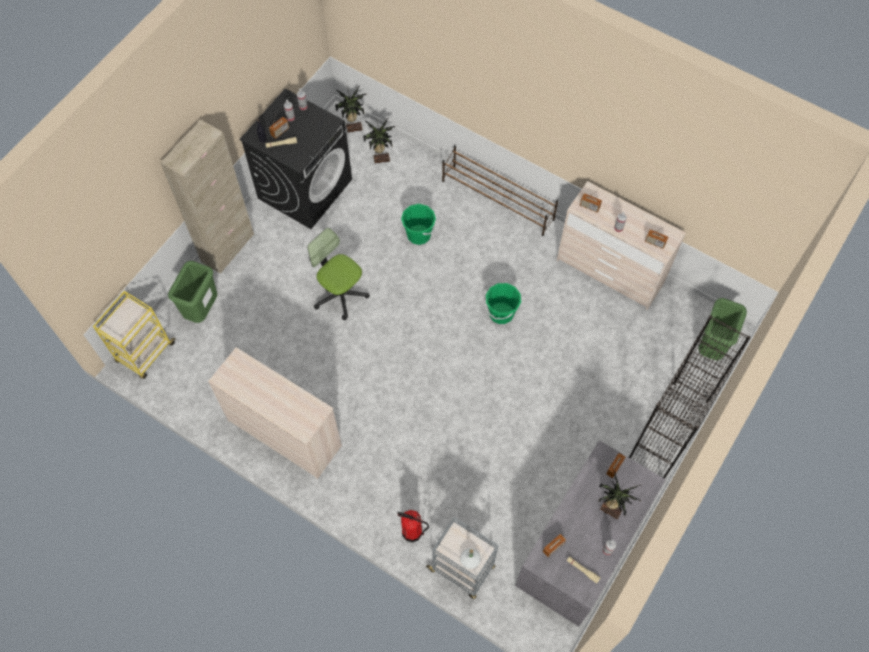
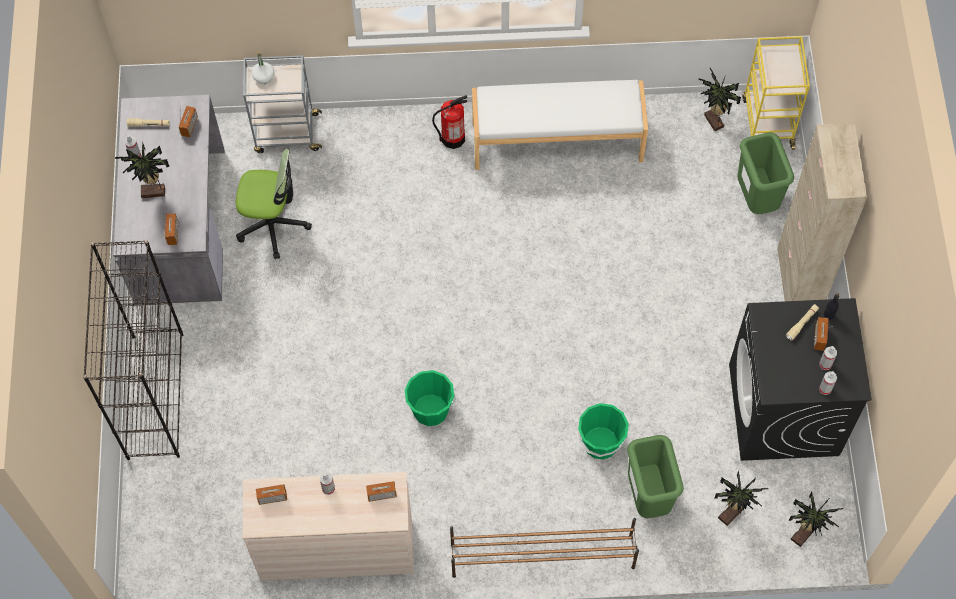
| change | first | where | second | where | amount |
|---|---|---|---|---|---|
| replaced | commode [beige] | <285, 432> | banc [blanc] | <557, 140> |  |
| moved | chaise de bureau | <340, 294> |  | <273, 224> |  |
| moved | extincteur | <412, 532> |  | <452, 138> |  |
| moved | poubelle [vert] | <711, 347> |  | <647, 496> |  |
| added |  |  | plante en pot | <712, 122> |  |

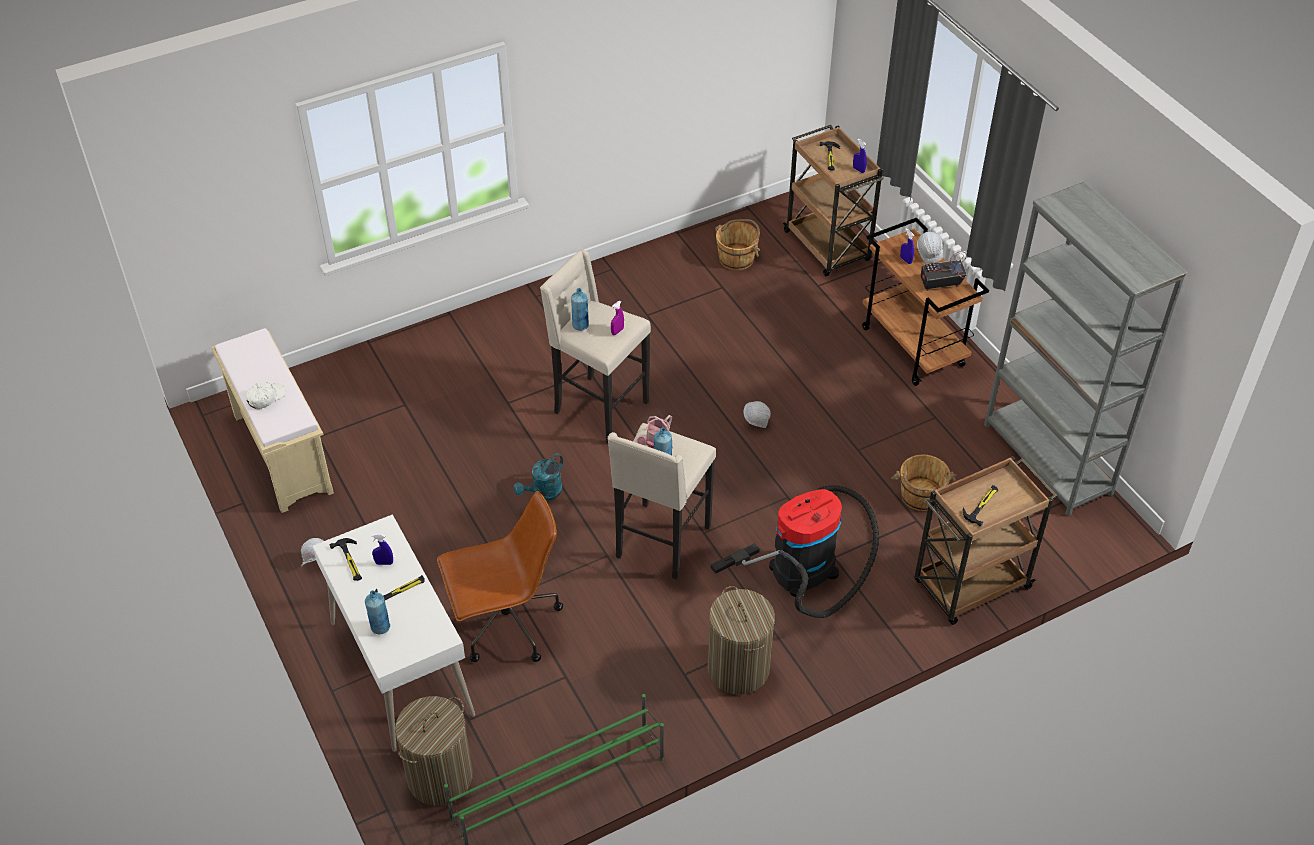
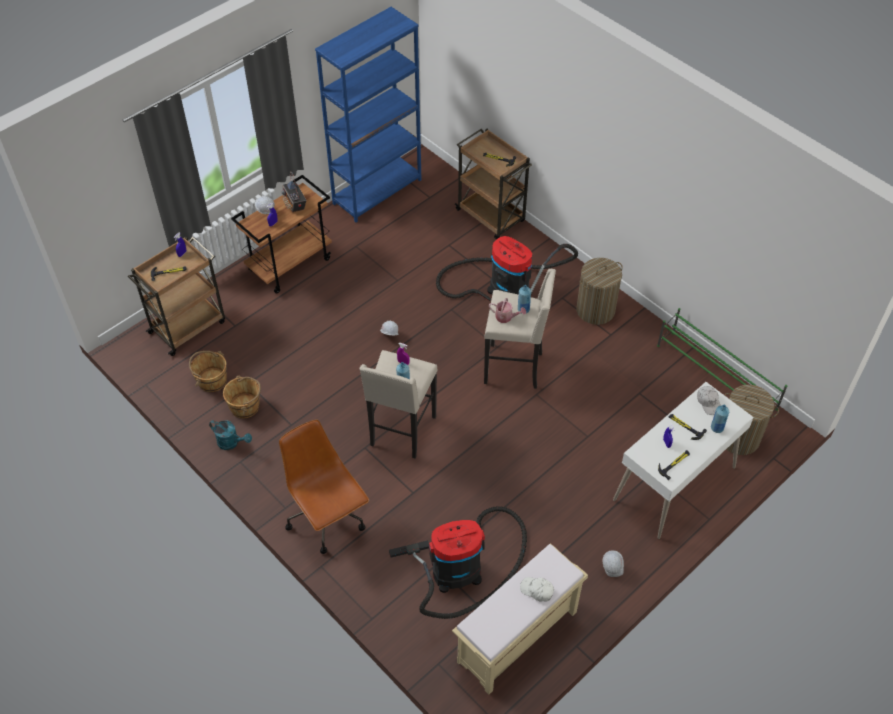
| change | first | where | second | where | amount |
|---|---|---|---|---|---|
| moved | chaise de bureau [marron] | <505, 625> |  | <328, 518> |  |
| moved | arrosoir [turquoise] | <543, 493> |  | <231, 443> |  |
| moved | seau [marron] | <921, 497> |  | <245, 406> |  |
| recoloured | bibliothèque [gris] | <1047, 459> | bibliothèque [bleu] | <377, 191> |  |
| added |  |  | aspirateur | <462, 569> |  |
| added |  |  | casquette [blanc] | <708, 402> |  |

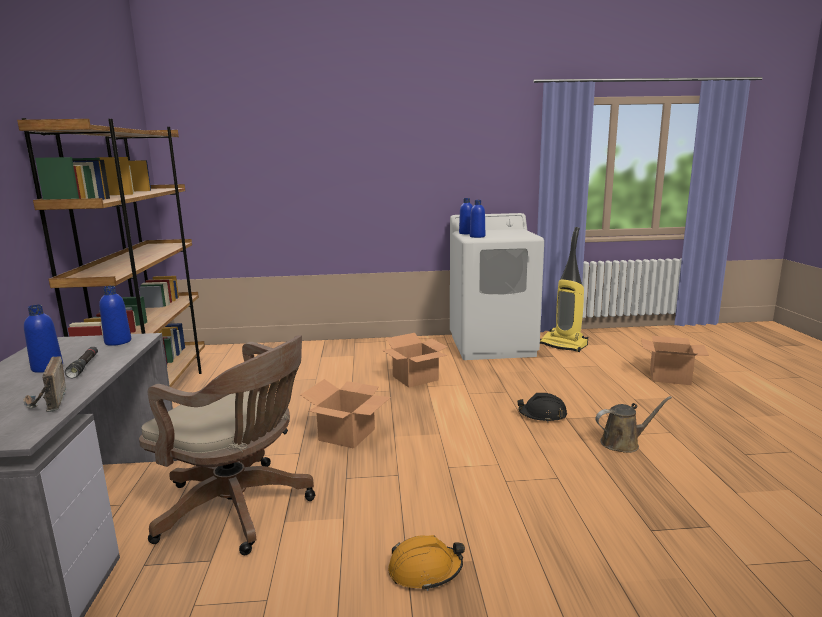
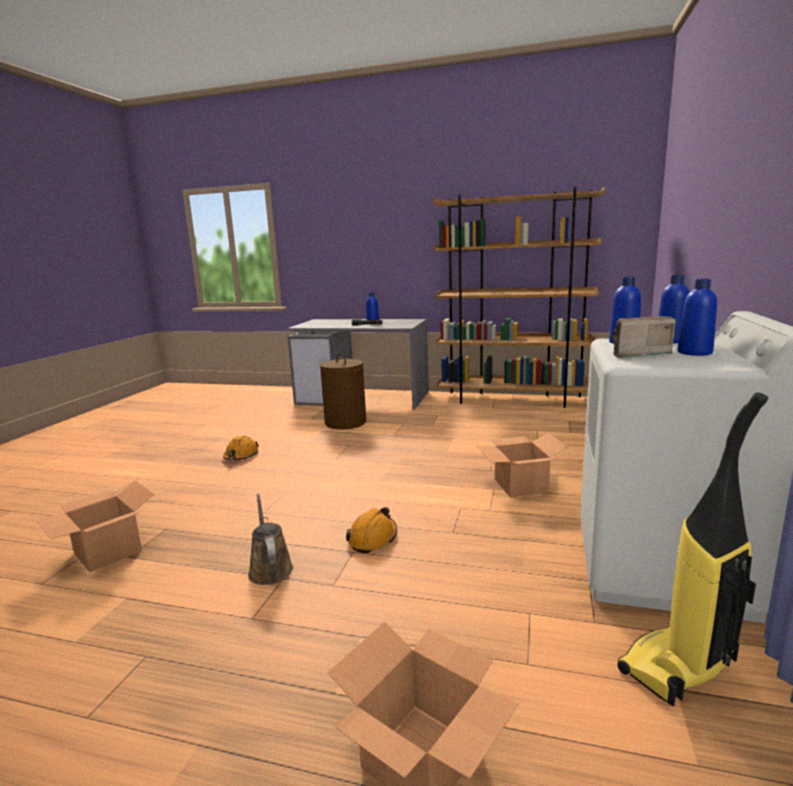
| change | first | where | second | where | amount |
|---|---|---|---|---|---|
| moved | radio | <47, 403> |  | <636, 354> |  |
| moved | bouteille [bleu] | <118, 342> |  | <694, 352> |  |
| replaced | chaise de bureau [marron] | <240, 509> | panier à linge [marron] | <345, 422> |  |
| moved | carton | <347, 434> |  | <108, 552> |  |
| recoloured | casque de chantier [noir] | <542, 415> | casque de chantier [orange] | <373, 538> |  |
| turned | arrosoir [marron] | <623, 443> |  | <270, 568> | 150 degrees clockwise |

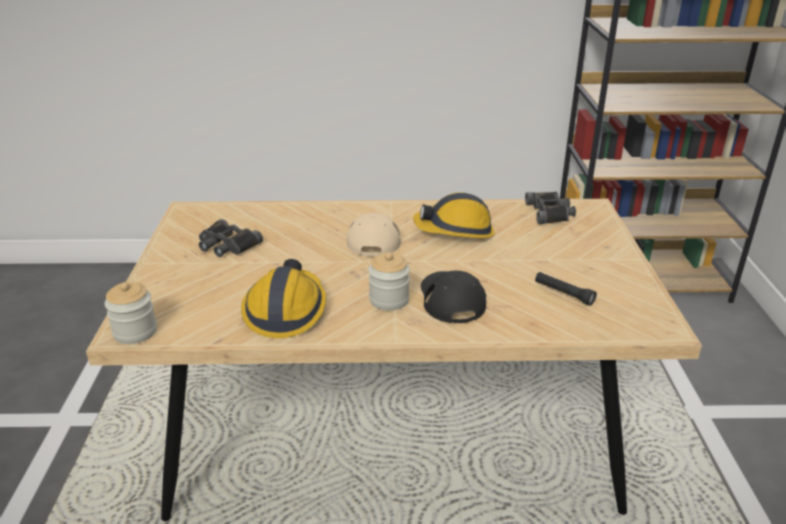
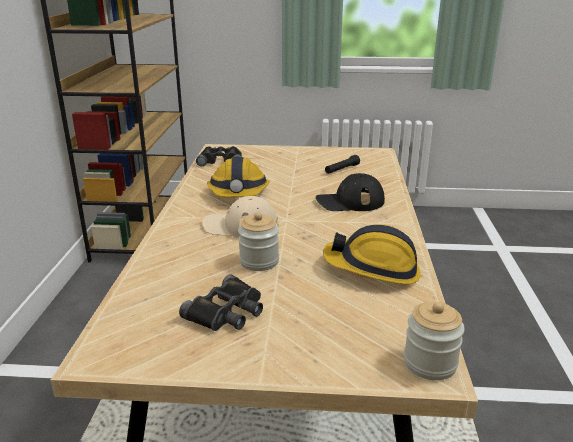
| change | first | where | second | where | amount |
|---|---|---|---|---|---|
| moved | bocal | <389, 300> |  | <259, 261> |  |

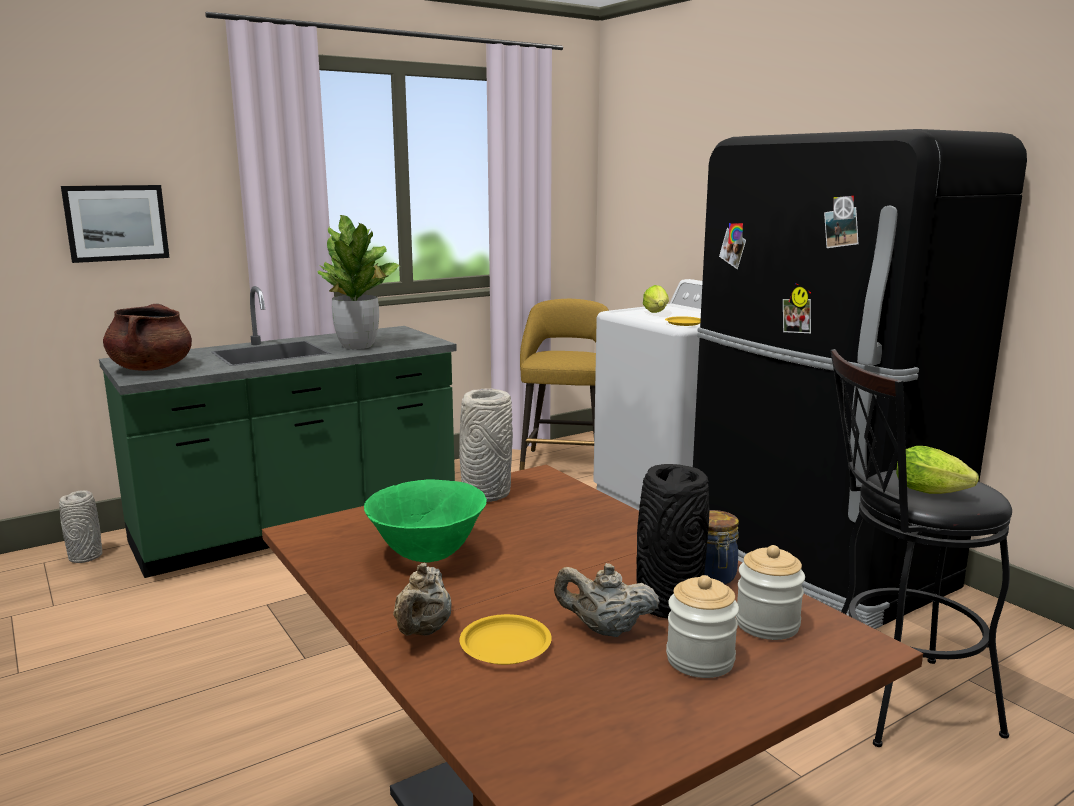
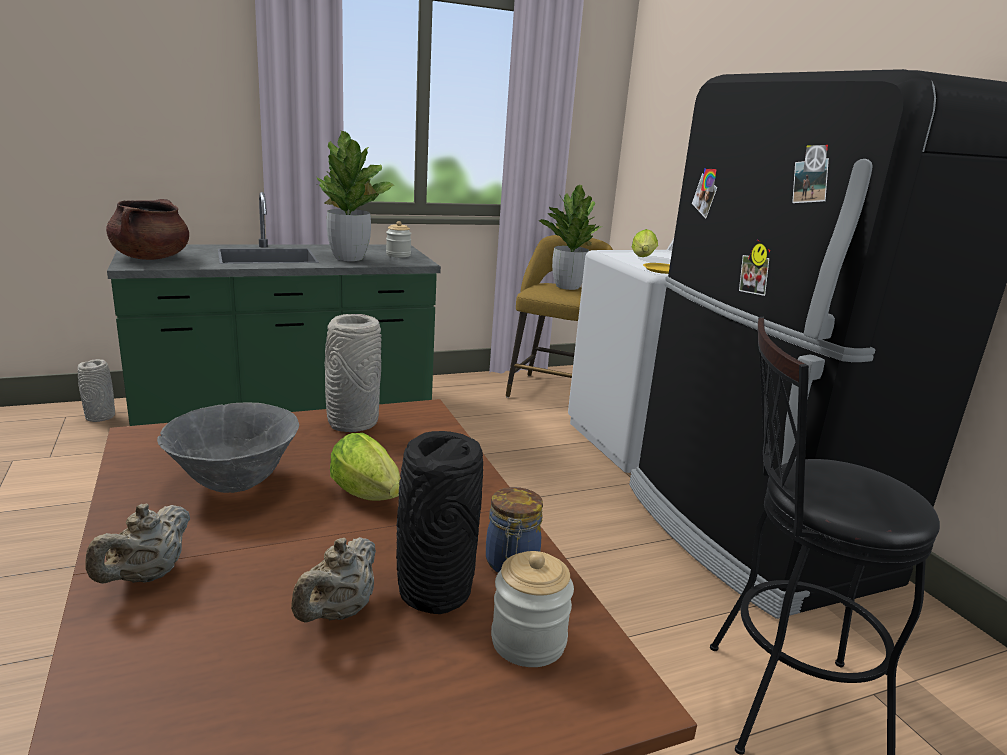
| change | first | where | second | where | amount |
|---|---|---|---|---|---|
| removed | tableau | <116, 223> |  |  |  |
| recoloured | bol [vert] | <427, 555> | bol [gris] | <234, 484> |  |
| removed | assiette [jaune] | <504, 646> |  |  |  |
| turned | théière [beige] | <605, 630> |  | <338, 612> | 90 degrees counterclockwise |
| moved | bocal | <700, 660> |  | <398, 255> |  |
| moved | laitue | <934, 493> |  | <369, 496> |  |
| added |  |  | plante en pot | <567, 286> |  |

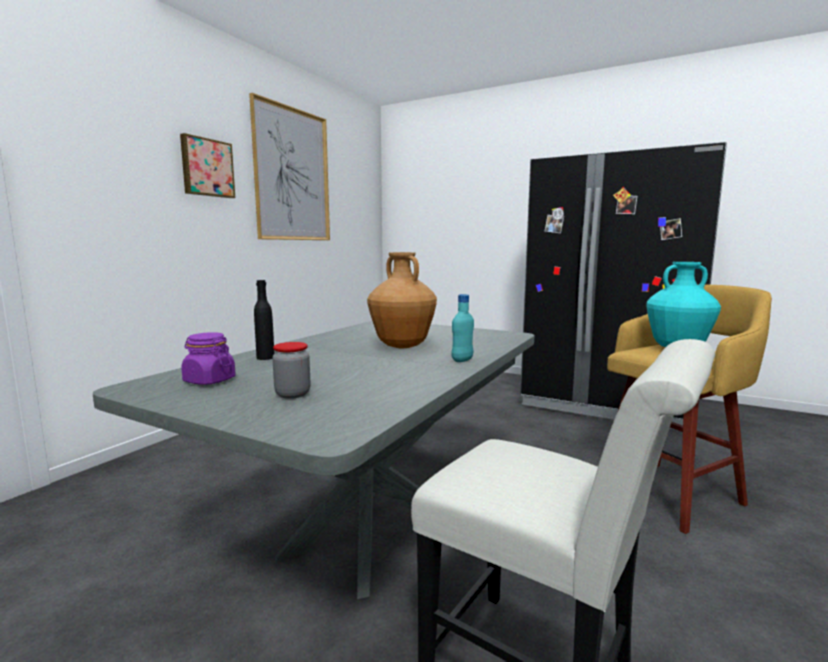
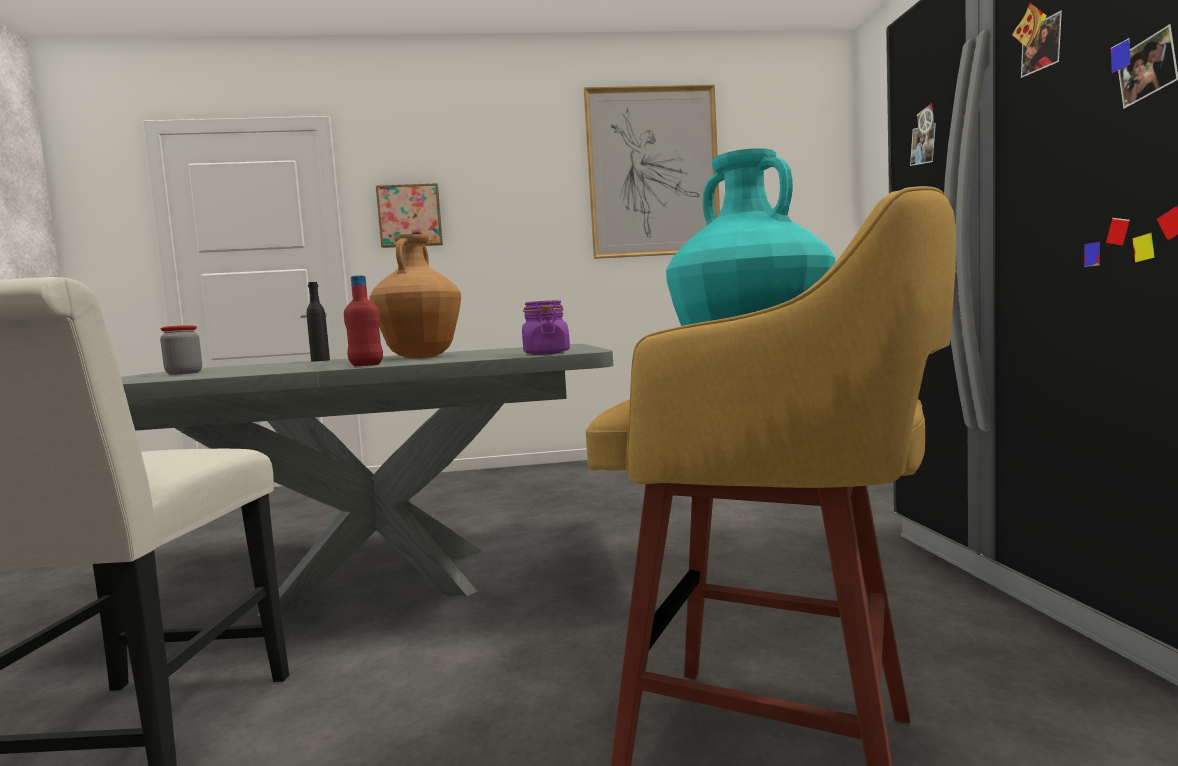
| change | first | where | second | where | amount |
|---|---|---|---|---|---|
| moved | tableau | <207, 168> |  | <410, 216> |  |
| moved | bocal [violet] | <209, 380> |  | <546, 353> |  |
| recoloured | bouteille [turquoise] | <462, 360> | bouteille [rouge] | <366, 365> |  |

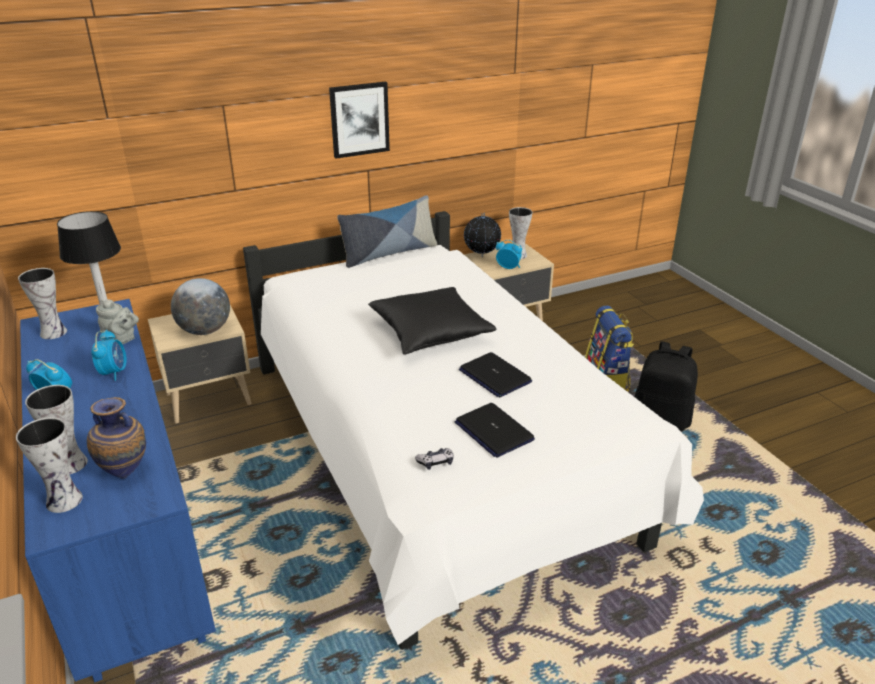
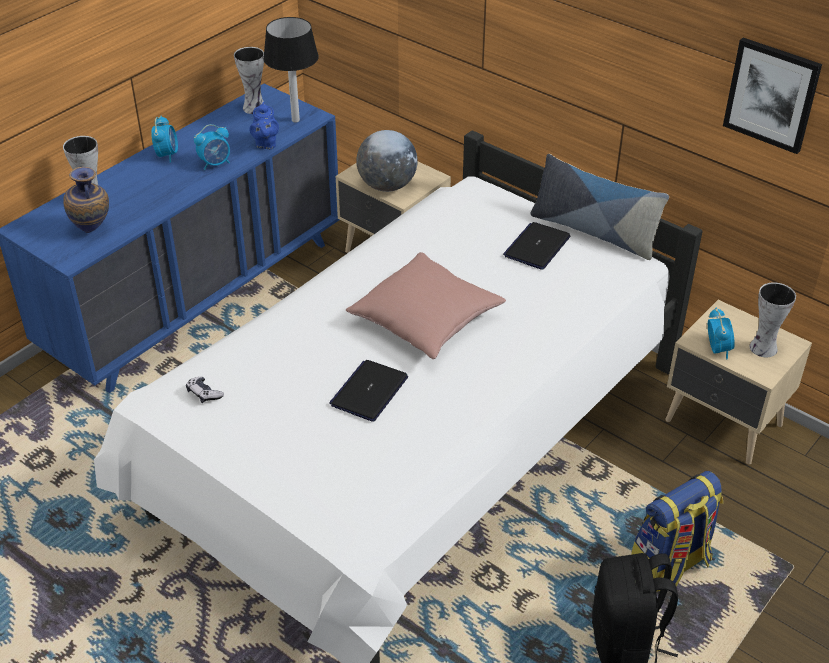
| change | first | where | second | where | amount |
|---|---|---|---|---|---|
| removed | vase | <66, 500> |  |  |  |
| recoloured | théière [gris] | <122, 339> | théière [bleu] | <265, 144> |  |
| moved | tableau | <359, 119> |  | <772, 94> |  |
| recoloured | coussin [noir] | <430, 332> | coussin [rose] | <426, 320> |  |
| moved | ordinateur portable | <493, 431> |  | <537, 247> |  |
| removed | globe | <481, 256> |  |  |  |

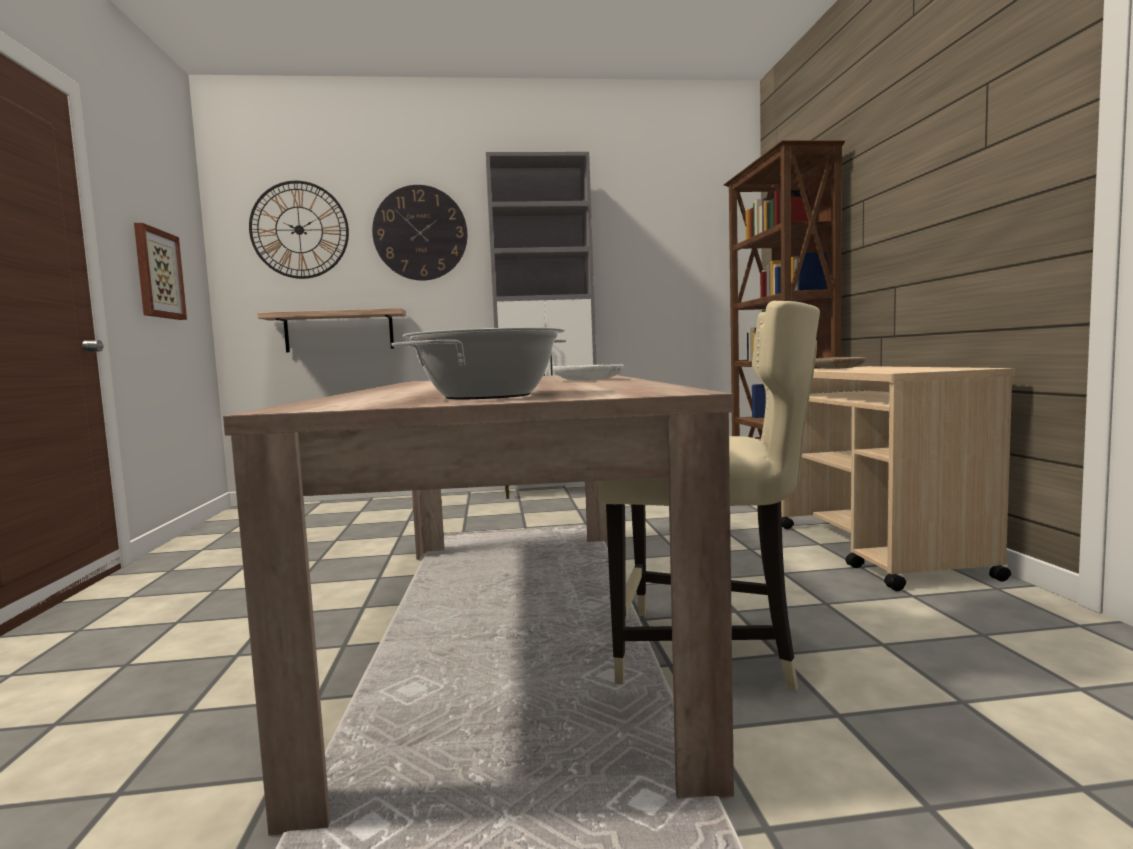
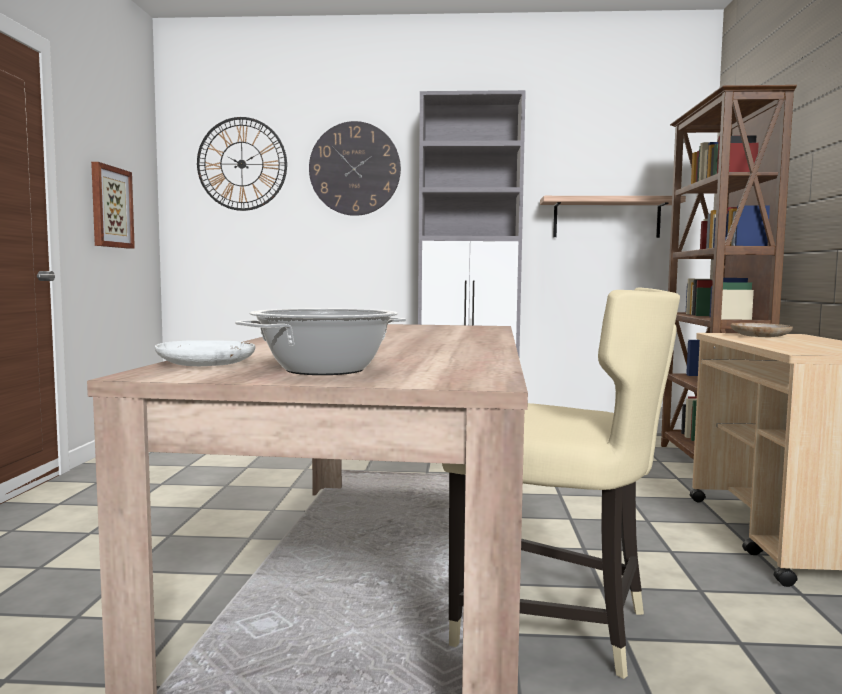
| change | first | where | second | where | amount |
|---|---|---|---|---|---|
| moved | étagère | <339, 331> |  | <606, 218> |  |
| moved | assiette [blanc] | <588, 379> |  | <206, 364> |  |

